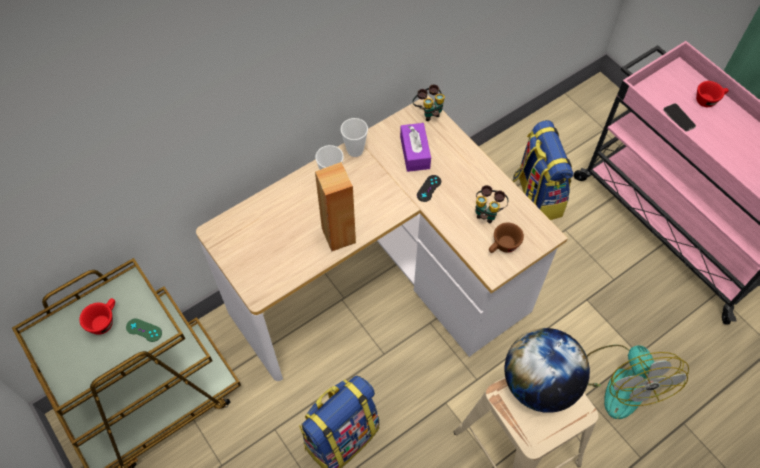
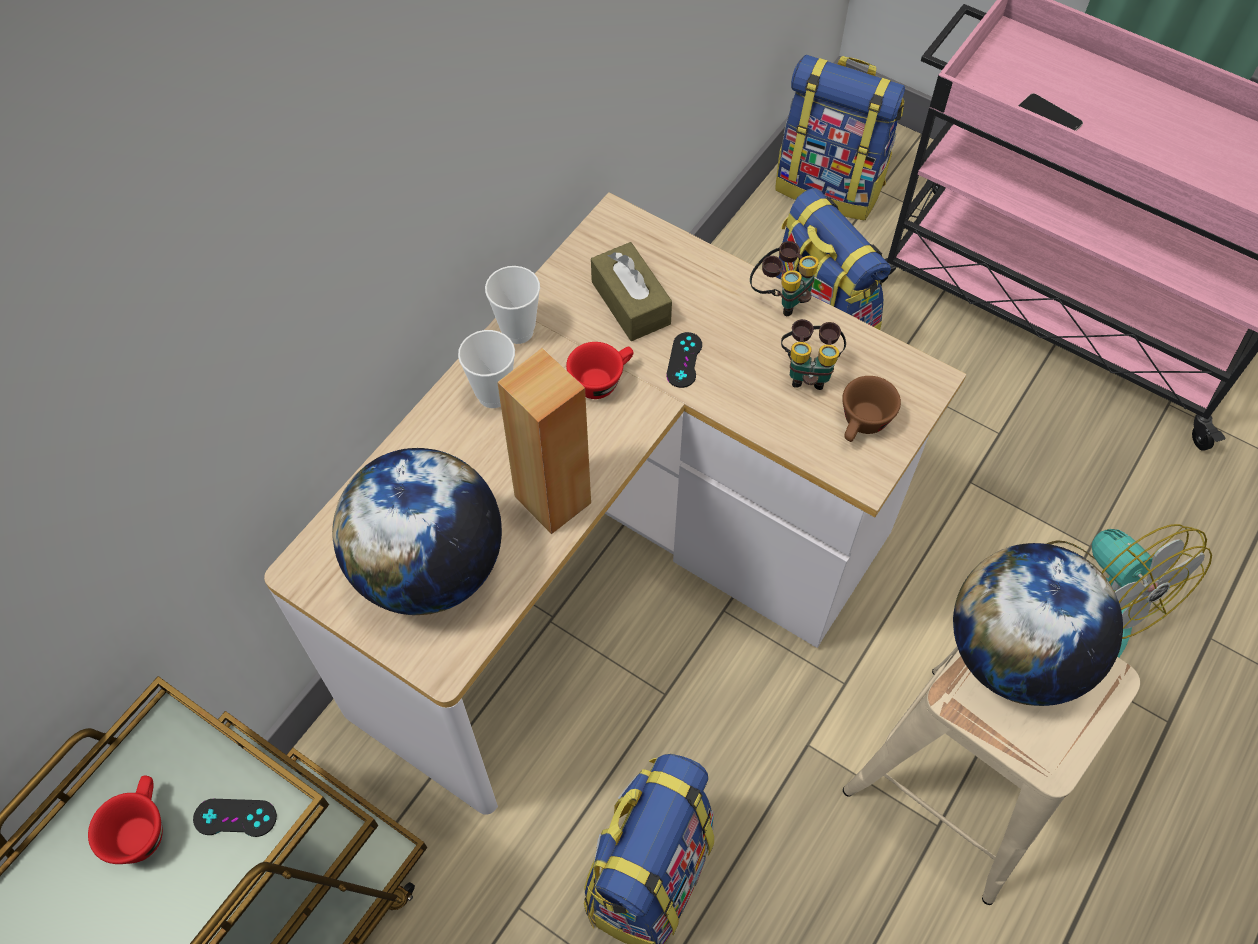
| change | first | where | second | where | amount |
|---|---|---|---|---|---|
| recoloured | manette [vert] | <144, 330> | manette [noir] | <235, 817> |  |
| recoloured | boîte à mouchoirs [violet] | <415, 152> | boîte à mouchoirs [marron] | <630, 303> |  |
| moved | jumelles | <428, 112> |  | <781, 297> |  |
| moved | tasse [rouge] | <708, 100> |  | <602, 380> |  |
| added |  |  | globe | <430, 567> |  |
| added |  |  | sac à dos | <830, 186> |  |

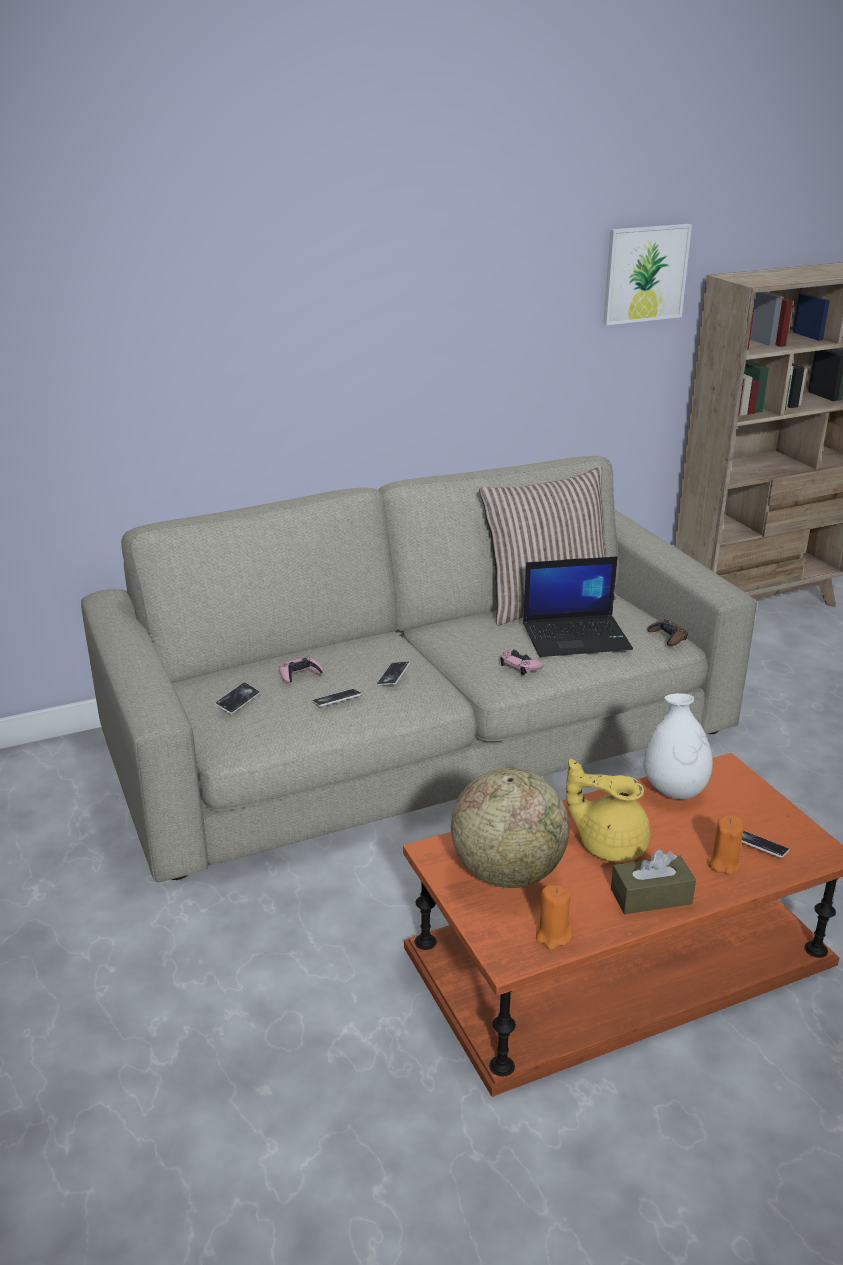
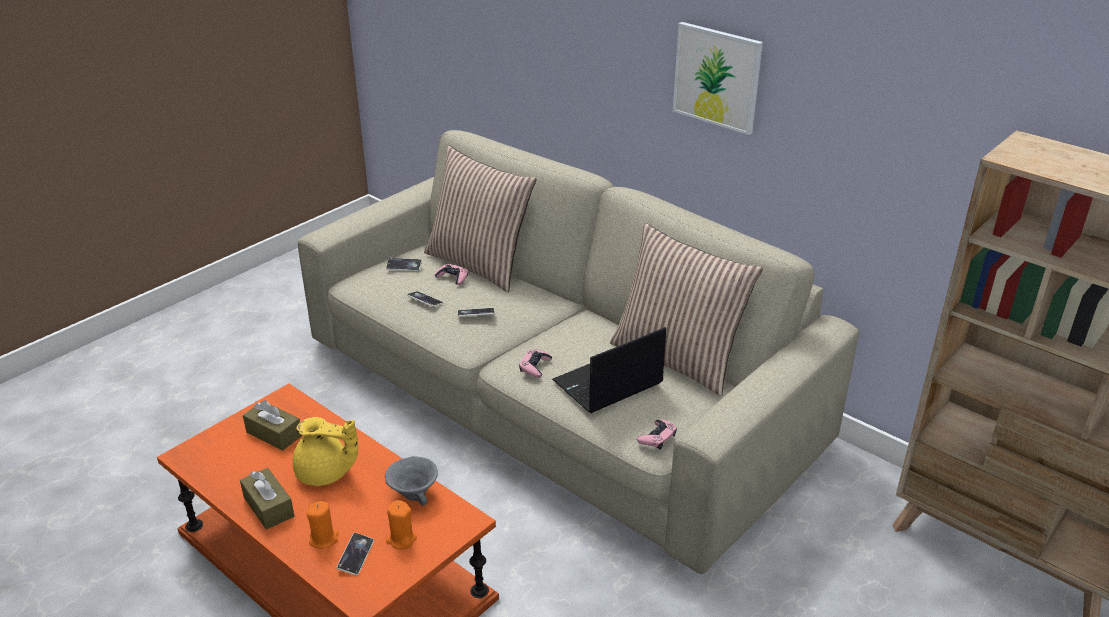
| change | first | where | second | where | amount |
|---|---|---|---|---|---|
| replaced | globe | <508, 872> | boîte à mouchoirs [marron] | <274, 434> |  |
| turned | ordinateur portable | <577, 636> |  | <607, 384> | 90 degrees clockwise |
| moved | bougie [orange] | <553, 936> |  | <401, 539> |  |
| turned | théière [jaune] | <609, 844> |  | <326, 474> | 105 degrees clockwise |
| moved | tableau | <645, 274> |  | <717, 77> |  |
| replaced | vase [blanc] | <674, 791> | bol [gris] | <414, 495> |  |
| recoloured | manette [marron] | <667, 637> | manette [rose] | <657, 437> |  |
| added |  |  | coussin | <479, 264> |  |

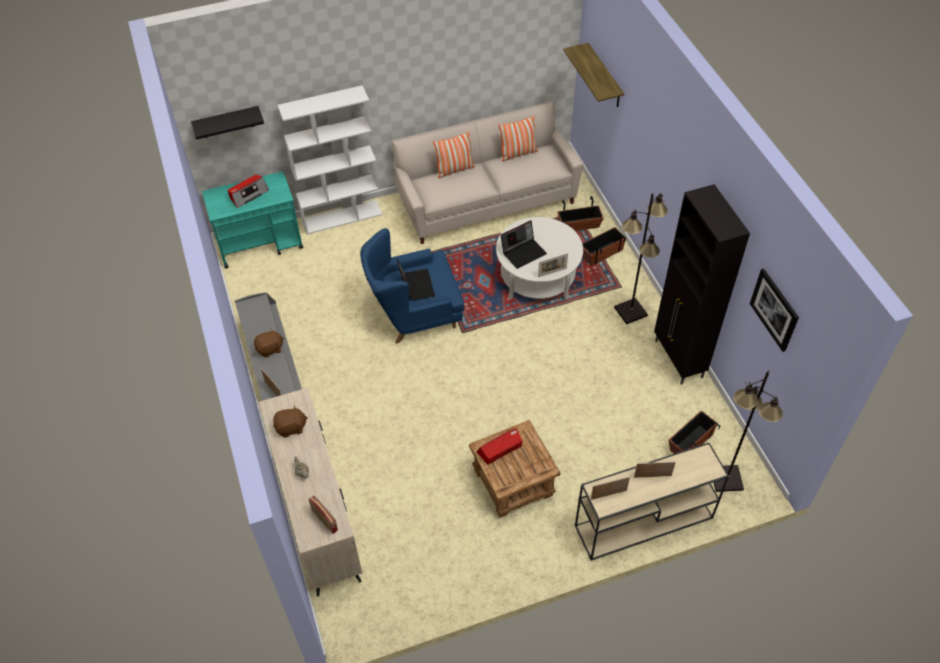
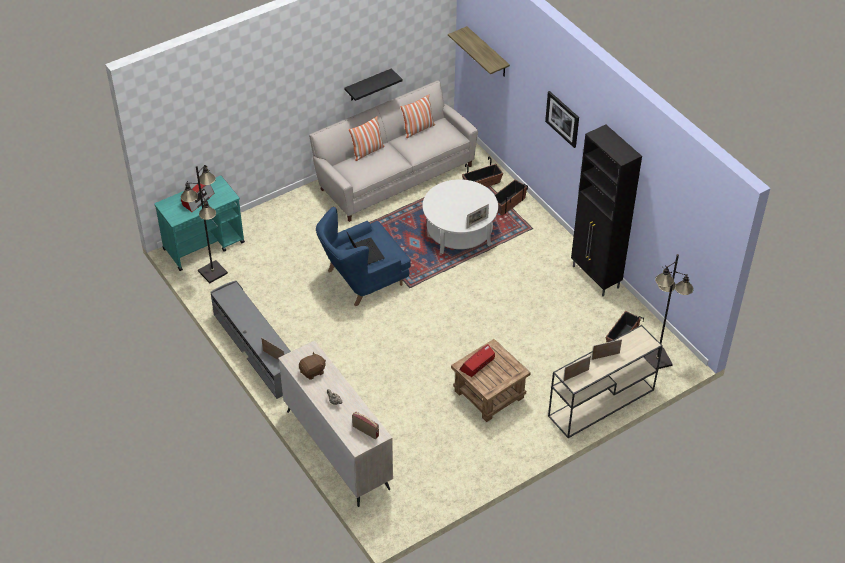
| change | first | where | second | where | amount |
|---|---|---|---|---|---|
| moved | étagère [noir] | <227, 122> |  | <368, 85> |  |
| removed | peluche [marron] | <270, 349> |  |  |  |
| removed | bibliothèque [blanc] | <342, 216> |  |  |  |
| removed | ordinateur portable | <523, 252> |  |  |  |
| moved | lampadaire [noir] | <631, 311> |  | <213, 272> |  |
| moved | tableau | <774, 309> |  | <563, 119> |  |

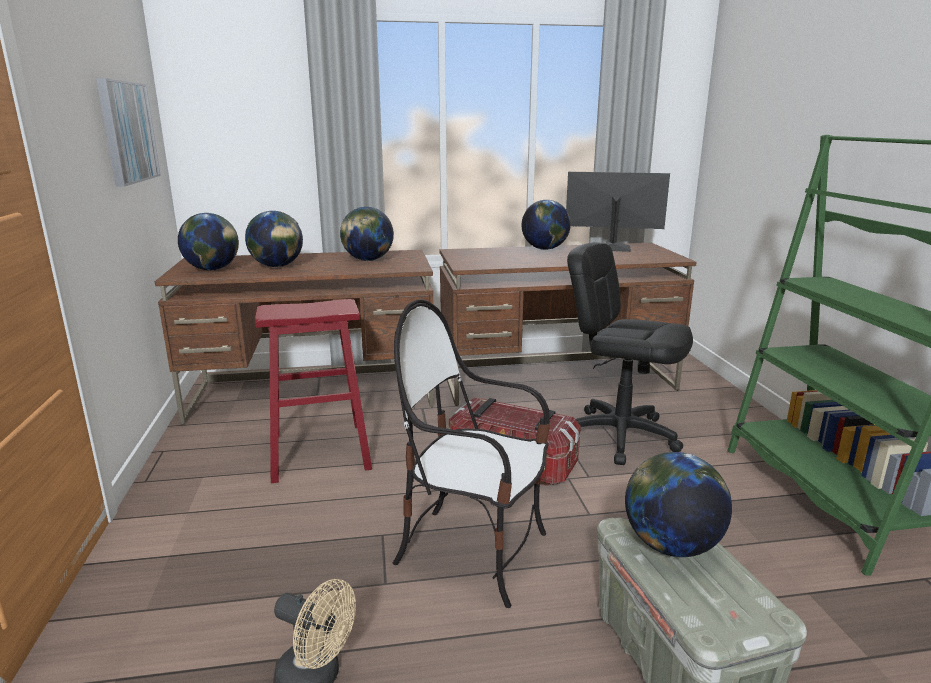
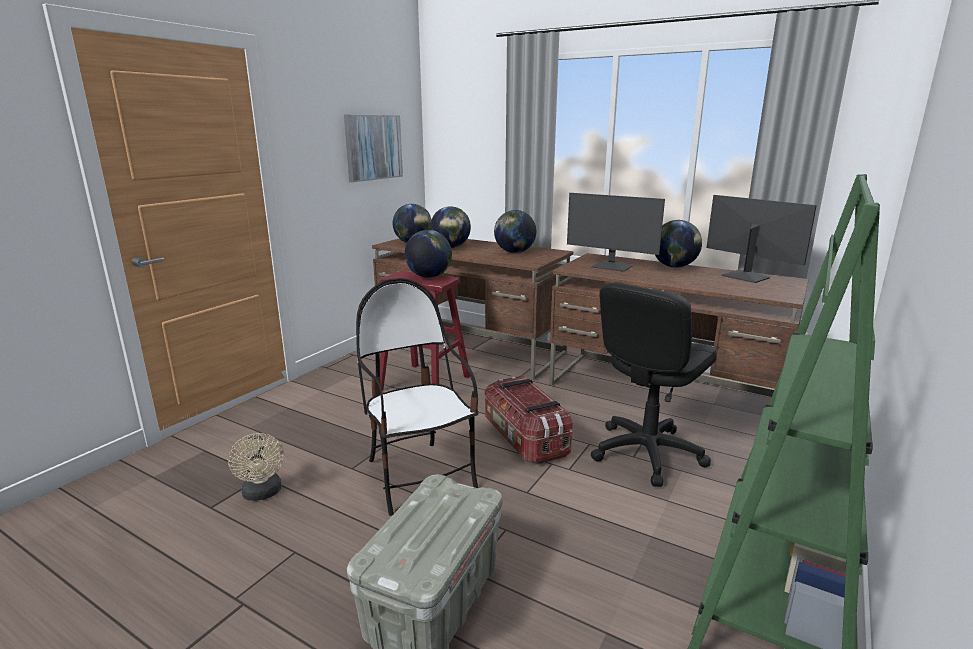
| change | first | where | second | where | amount |
|---|---|---|---|---|---|
| turned | chaise de bureau [noir] | <620, 435> |  | <646, 453> | 120 degrees counterclockwise |
| moved | globe | <671, 546> |  | <429, 277> |  |
| added |  |  | écran d'ordinateur | <612, 267> |  |

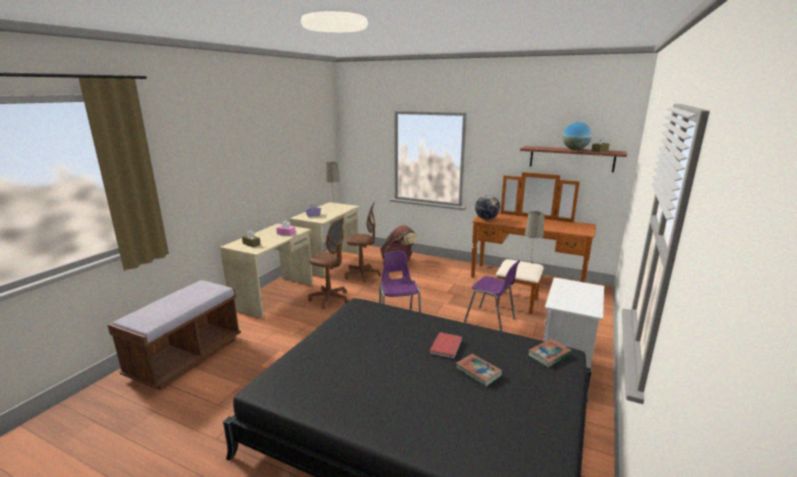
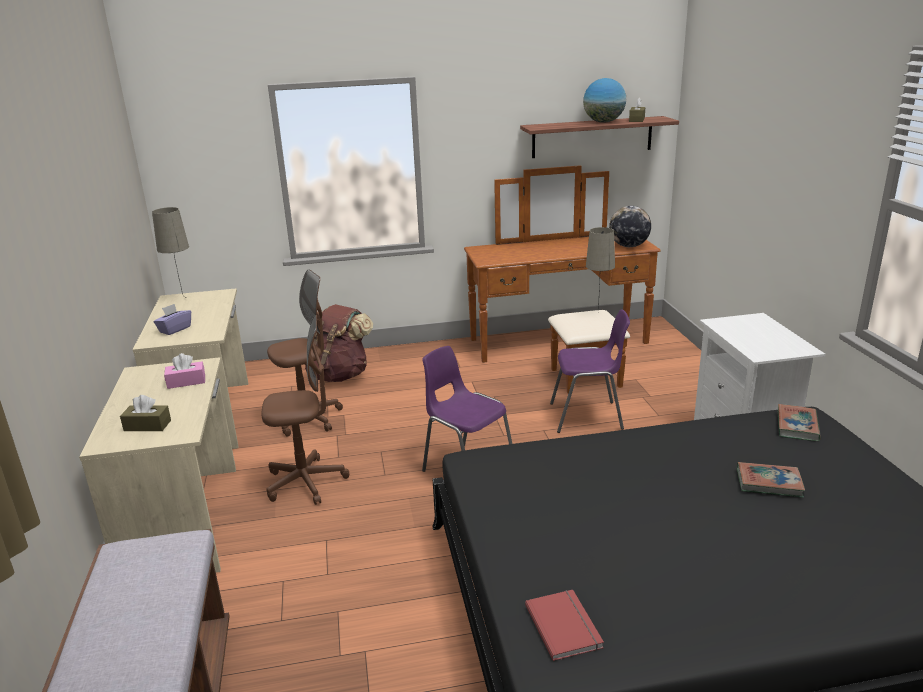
| change | first | where | second | where | amount |
|---|---|---|---|---|---|
| moved | livre [rouge] | <447, 346> |  | <565, 626> |  |
| moved | globe | <486, 219> |  | <628, 246> |  |

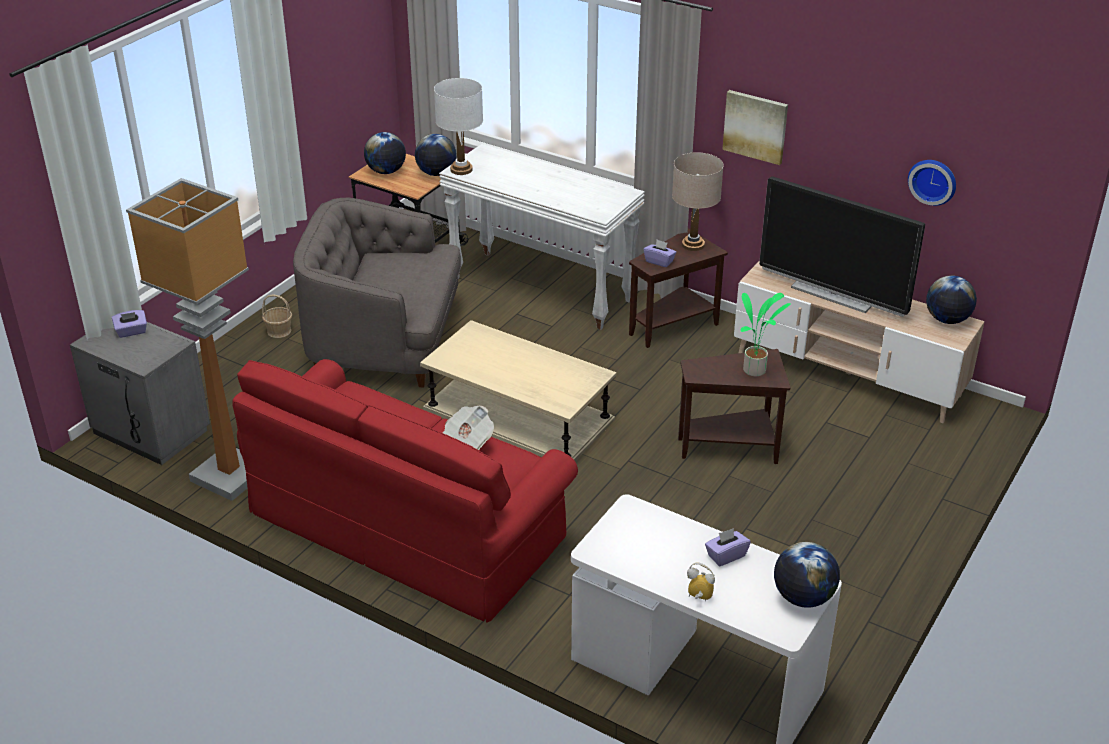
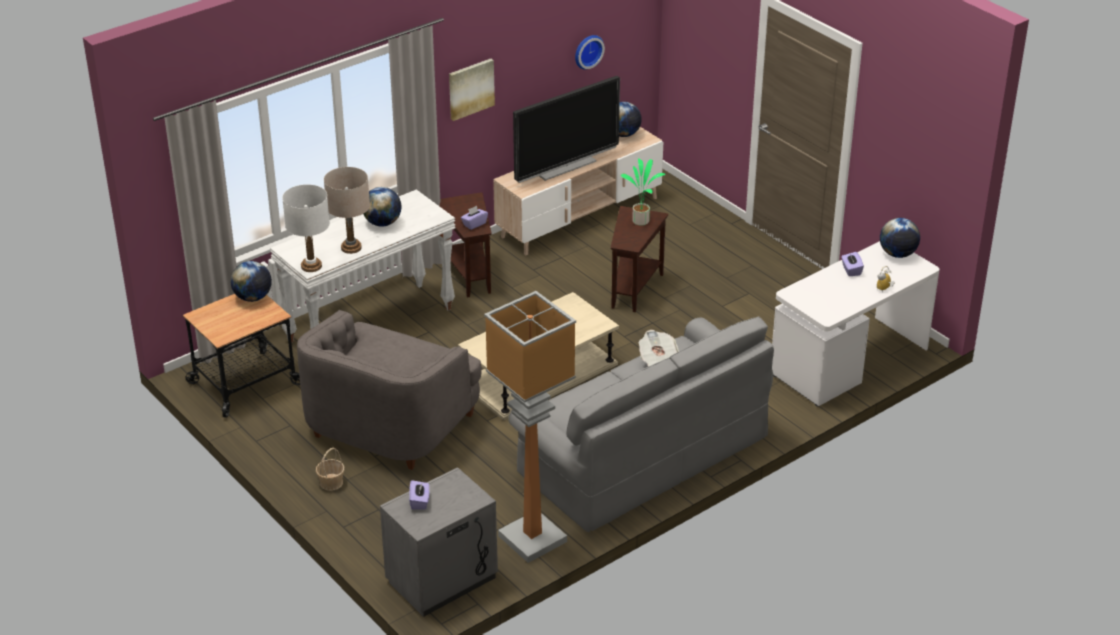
| change | first | where | second | where | amount |
|---|---|---|---|---|---|
| recoloured | canapé [rouge] | <407, 524> | canapé [gris] | <643, 454> |  |
| moved | globe | <386, 171> |  | <382, 223> |  |
| moved | lampe de table [beige] | <693, 245> |  | <351, 247> |  |

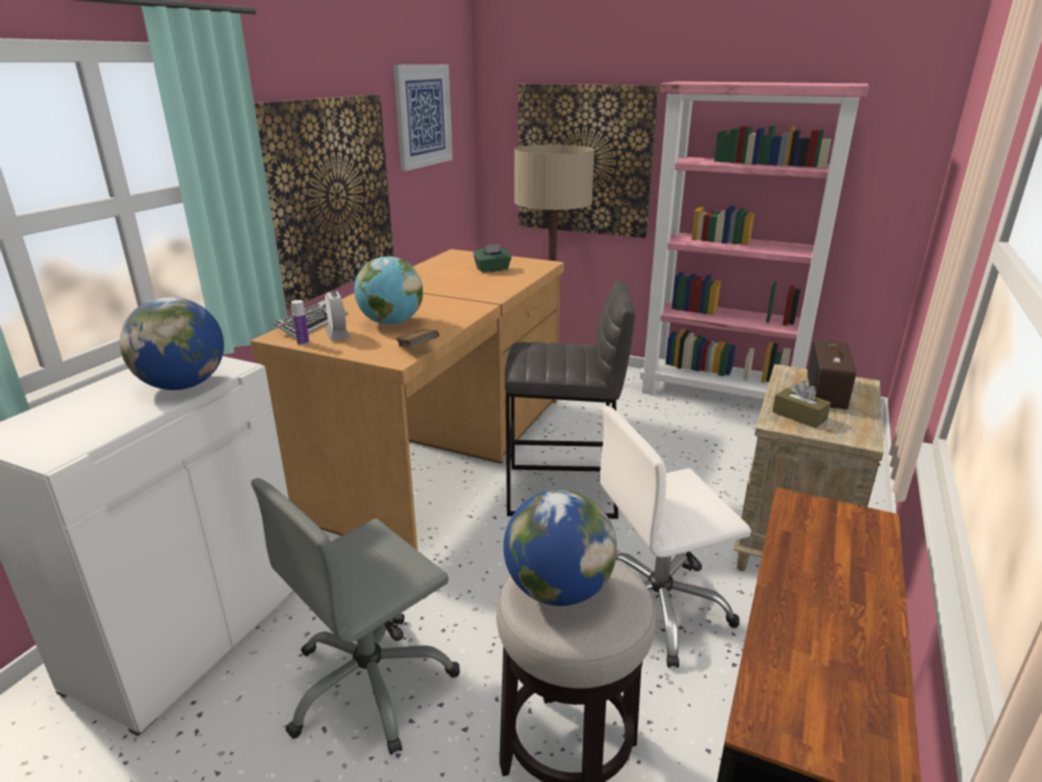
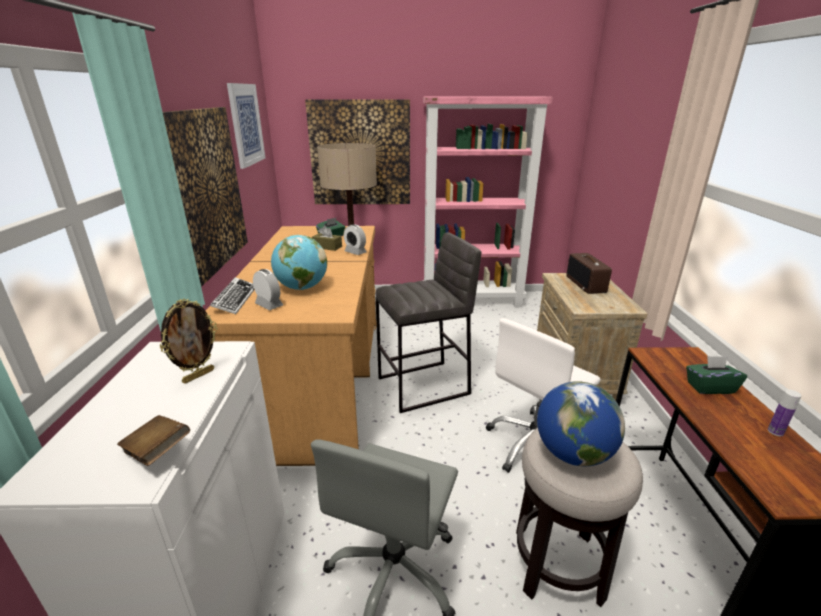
| change | first | where | second | where | amount |
|---|---|---|---|---|---|
| replaced | globe | <183, 385> | cadre photo | <198, 375> |  |
| moved | bouteille | <303, 342> |  | <775, 431> |  |
| moved | livre [marron] | <417, 349> |  | <158, 452> |  |
| moved | boîte à mouchoirs [marron] | <799, 416> |  | <327, 247> |  |
| added |  |  | réveil | <355, 252> |  |
| added |  |  | boîte à mouchoirs [vert] | <709, 387> |  |

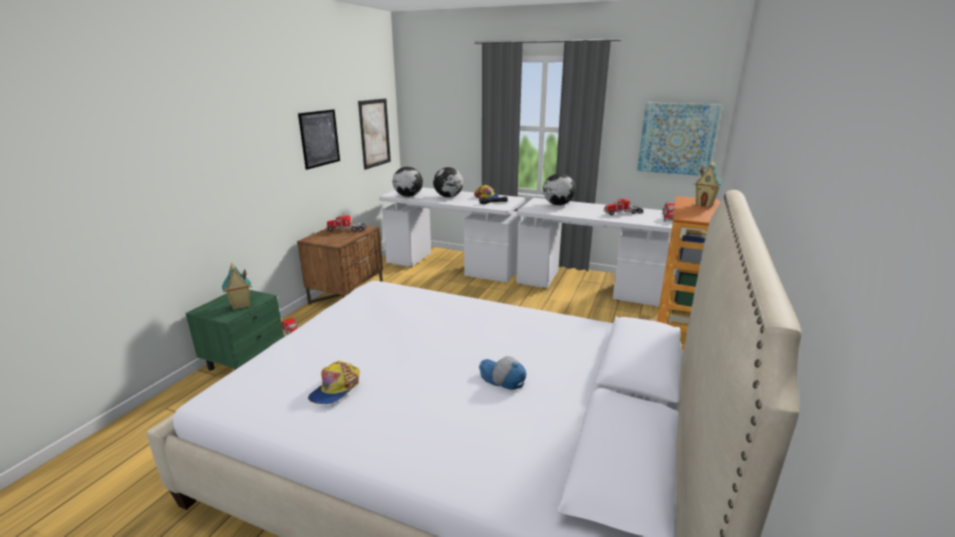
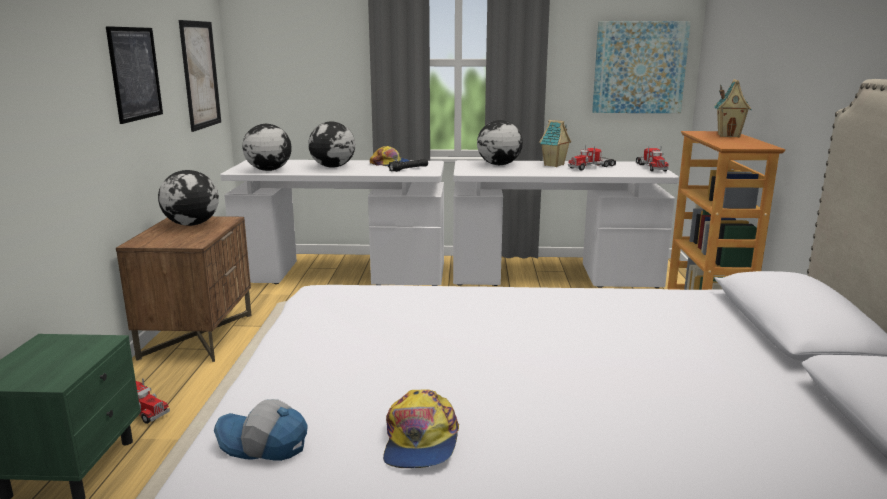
| change | first | where | second | where | amount |
|---|---|---|---|---|---|
| moved | maison miniature | <240, 305> |  | <554, 165> |  |
| replaced | camion jouet | <347, 229> | globe | <192, 225> |  |
| moved | casquette | <502, 379> |  | <262, 445> |  |

